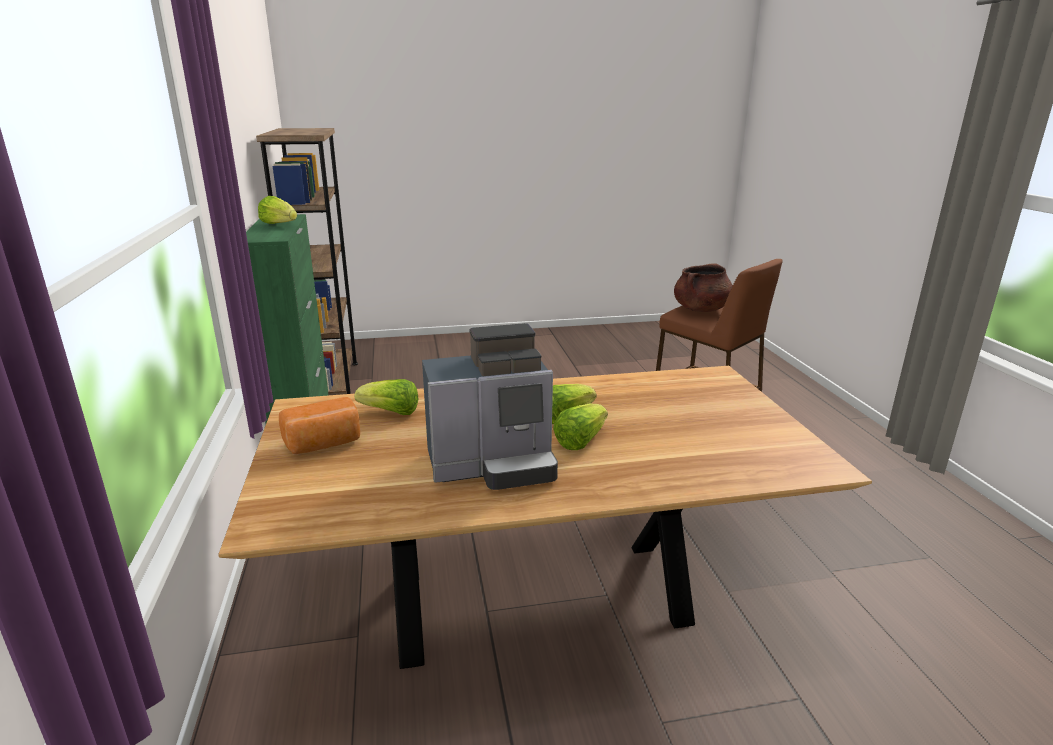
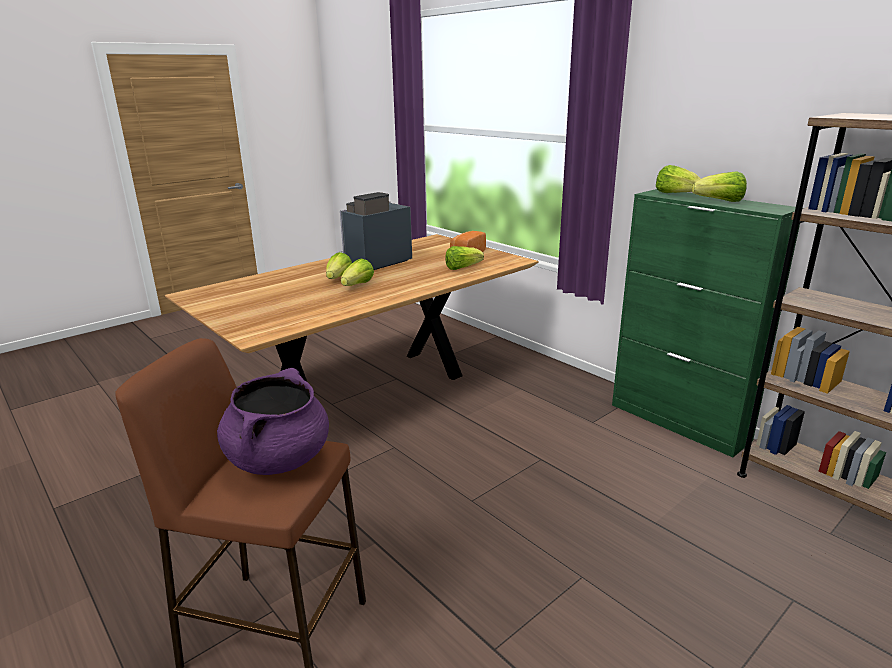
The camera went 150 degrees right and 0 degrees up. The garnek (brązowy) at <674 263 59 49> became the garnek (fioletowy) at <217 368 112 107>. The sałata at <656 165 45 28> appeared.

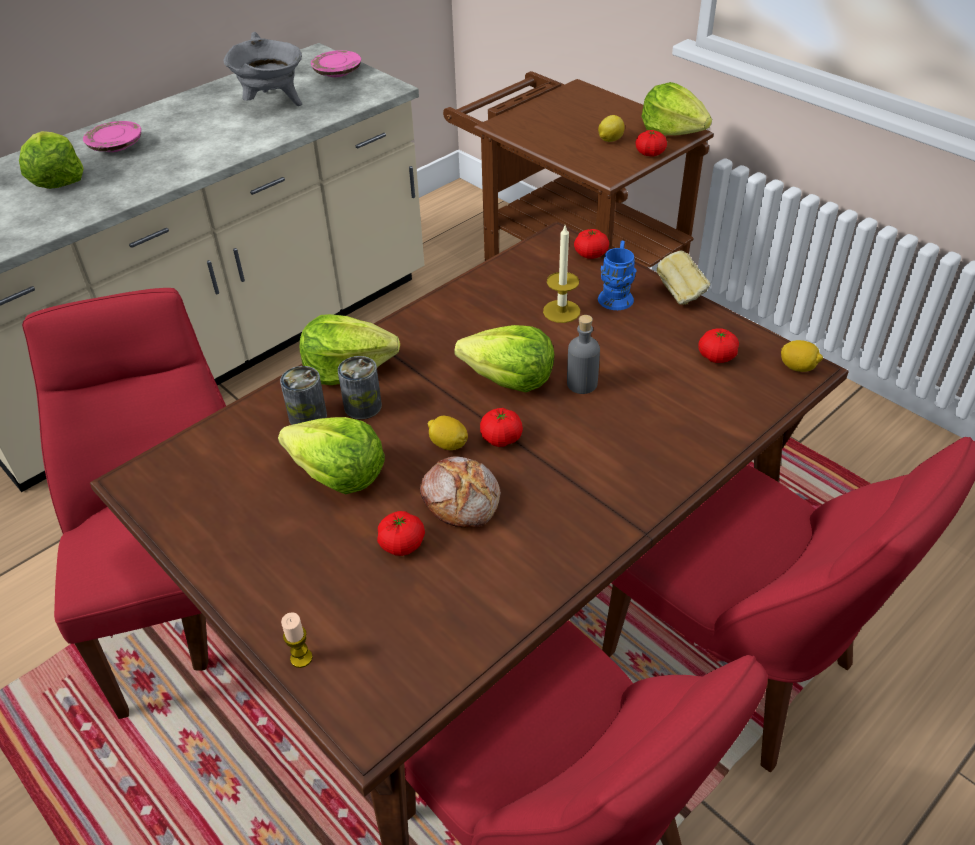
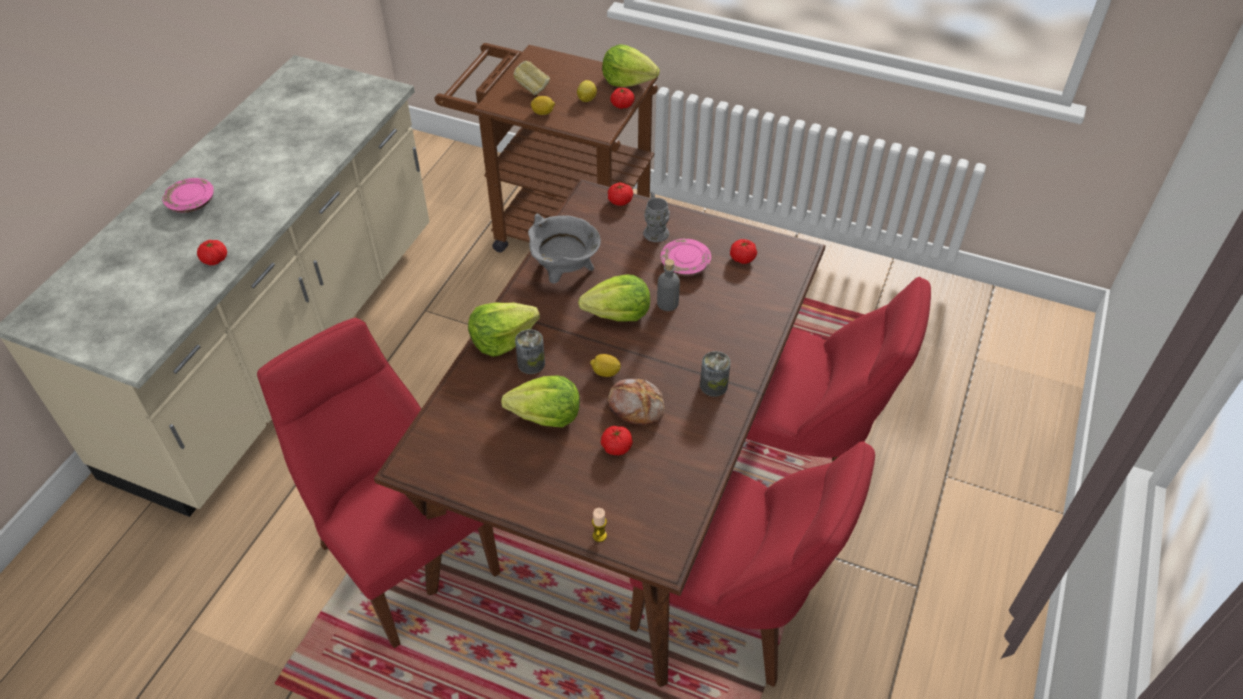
The camera went 25 degrees left and 5 degrees up. The pomidor moved from <480 408 43 39> to <197 240 30 25>. The chleb moved from <657 250 53 55> to <513 61 37 34>. The garnek (szary) moved from <223 32 79 74> to <528 214 73 70>. The cytryna moved from <781 340 42 32> to <531 96 24 19>. The kubek (niebieski) at <598 240 38 70> became the kubek (szary) at <643 191 27 51>. The talerz (różowy) moved from <311 50 50 27> to <661 239 50 37>. The puszka moved from <280 366 47 59> to <700 351 31 46>. The sałata at <19 131 65 58> disappeared. The świeca at <543 226 37 97> disappeared.

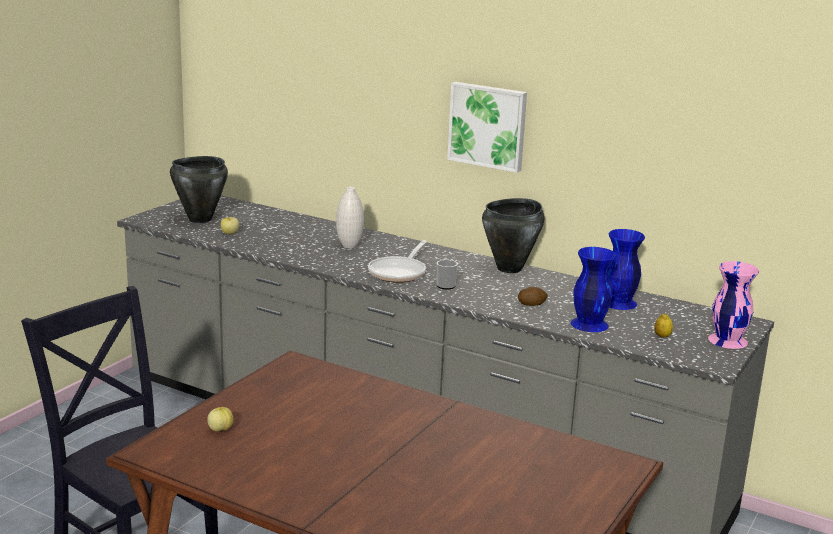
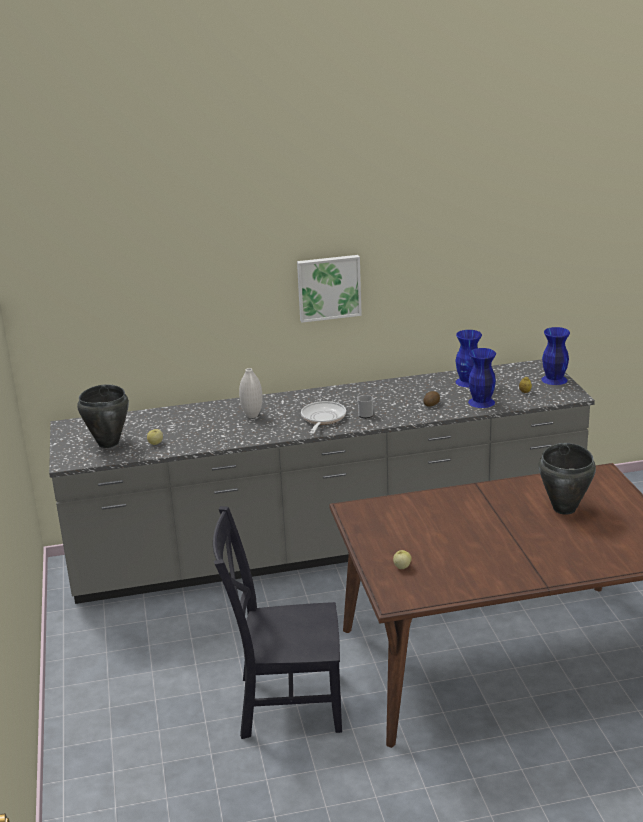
The camera went 40 degrees left and 5 degrees up. The patelnia at <368 240 59 43> turned 150 degrees counterclockwise. The garnek (czarny) moved from <482 198 62 75> to <539 443 57 72>. The wazon (różowy) at <708 261 51 88> became the wazon (niebieski) at <541 327 29 58>.

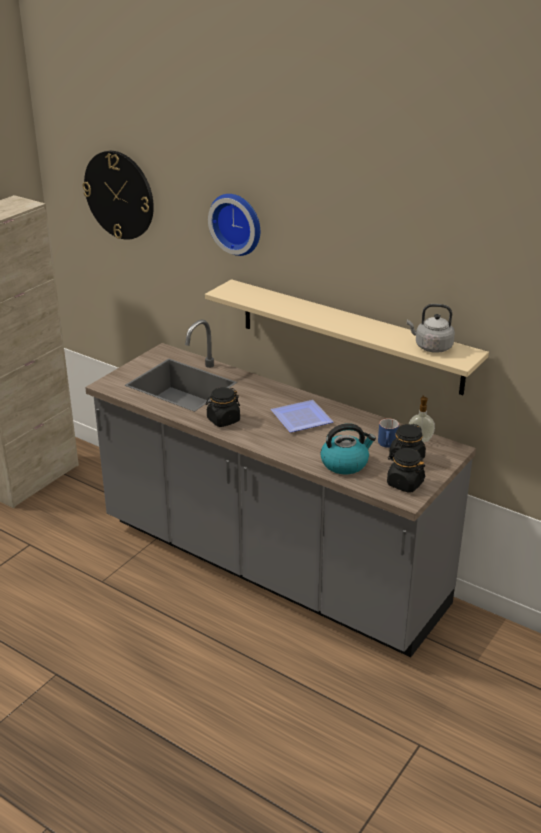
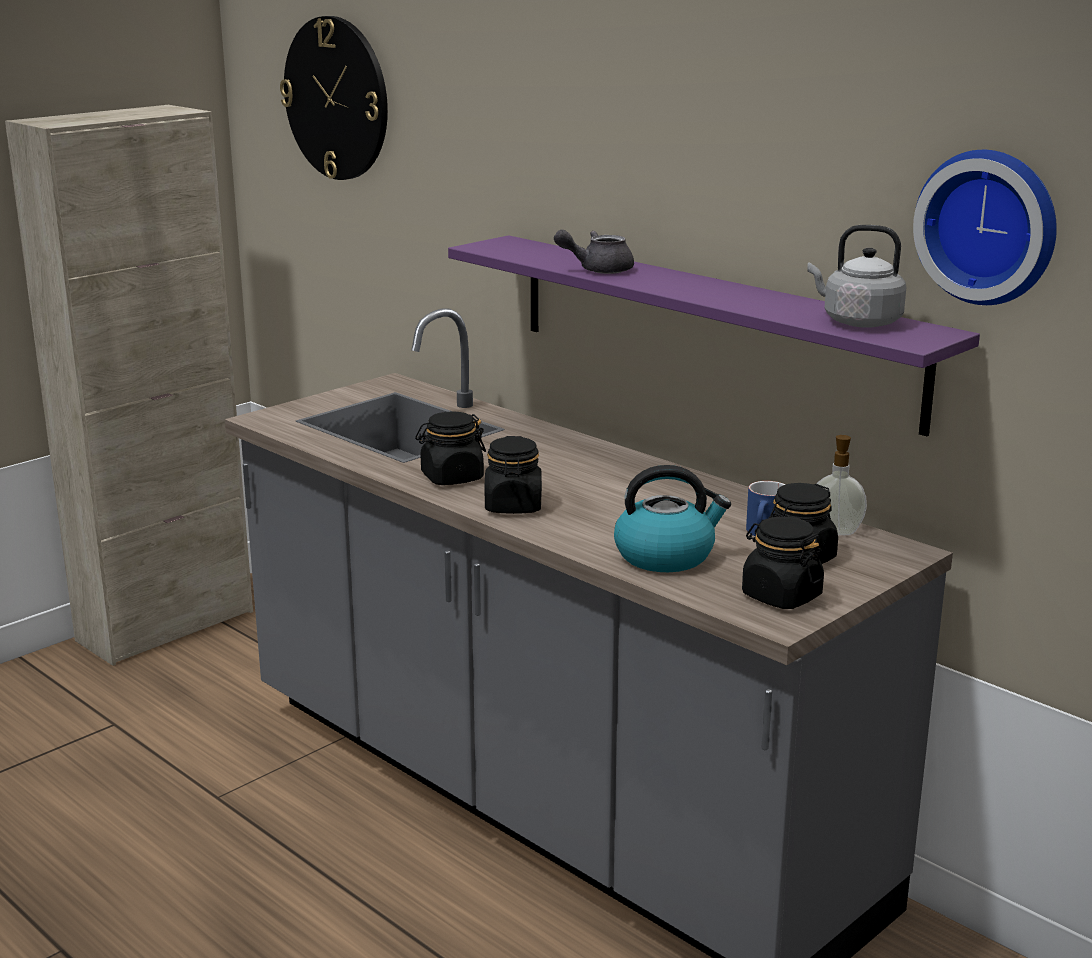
The camera went 10 degrees right and 10 degrees down. The półka (beżowy) at <205 279 284 116> became the półka (fioletowy) at <448 235 532 201>. The słoik (czarny) at <485 436 57 78> appeared. The imbryk (szary) at <554 229 80 45> appeared. The zegar ścienny moved from <208 194 52 62> to <913 150 144 155>. The talerz at <271 400 62 33> disappeared.

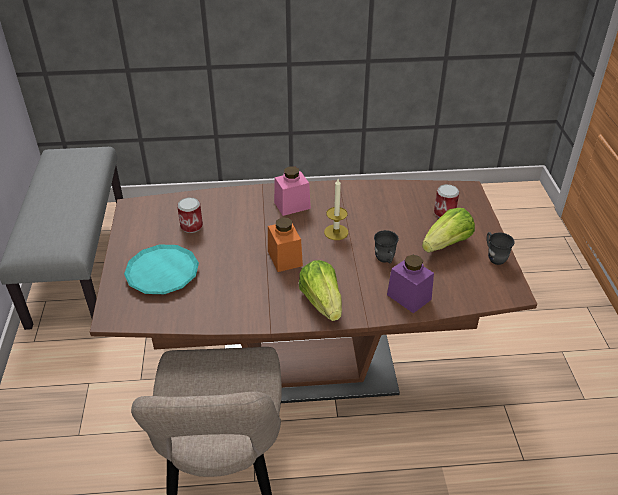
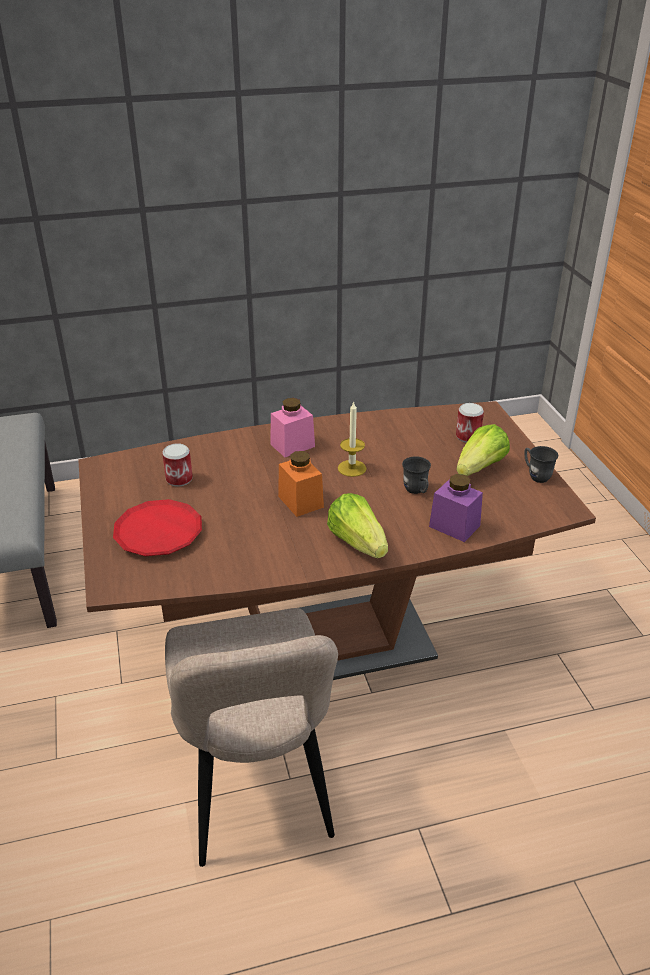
The camera went 10 degrees left and 5 degrees down. The talerz (turkusowy) at <124 245 75 49> became the talerz (czerwony) at <113 499 89 57>.

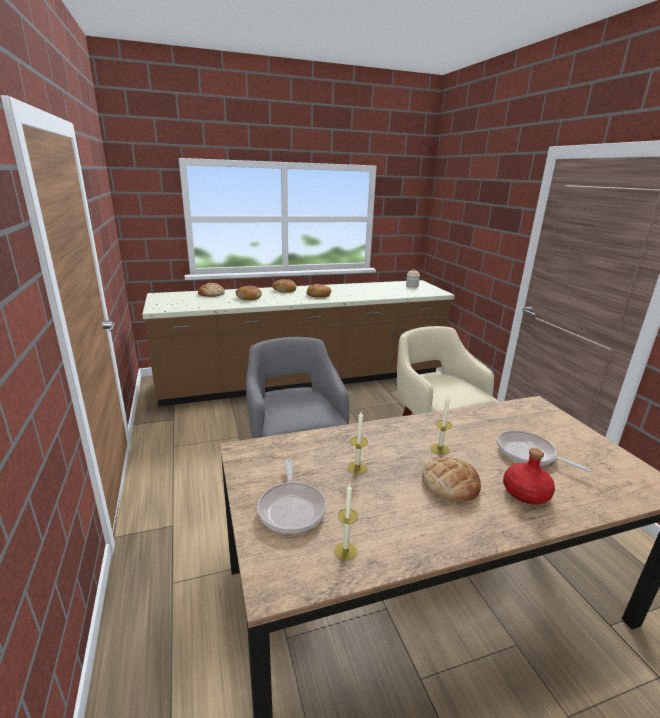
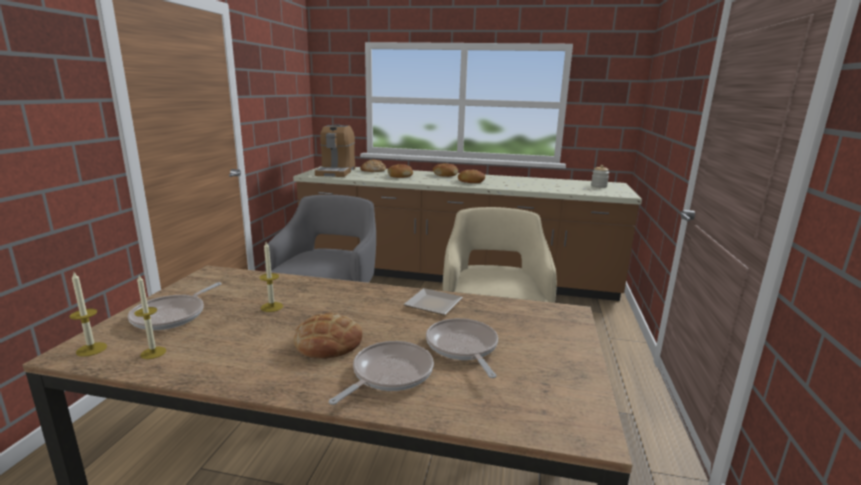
The camera went 30 degrees right and 5 degrees down. The świeca moved from <431 395 21 60> to <70 272 37 85>. The ekspres do kawy at <315 124 40 53> appeared. The butelka (czerwony) at <503 448 52 57> was replaced by the patelnia at <329 341 105 64>. The talerz at <403 288 60 27> appeared.

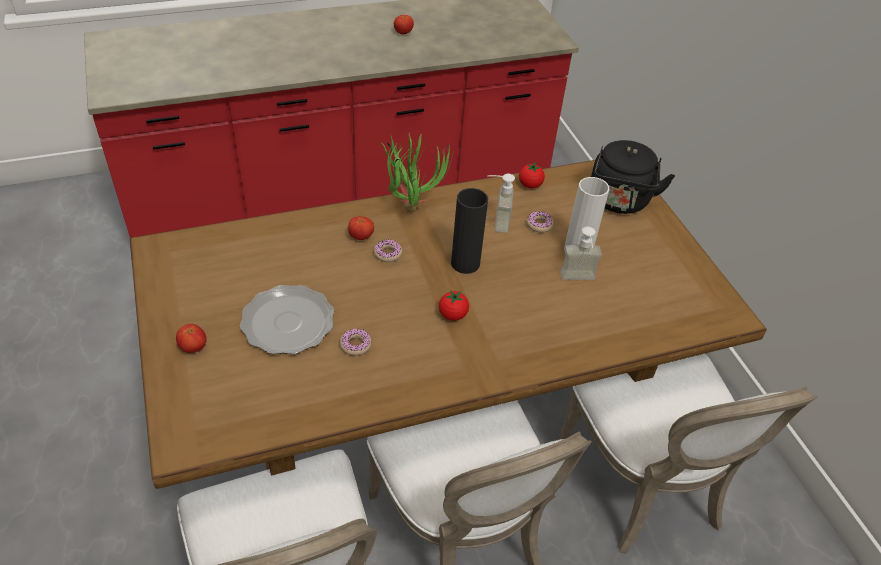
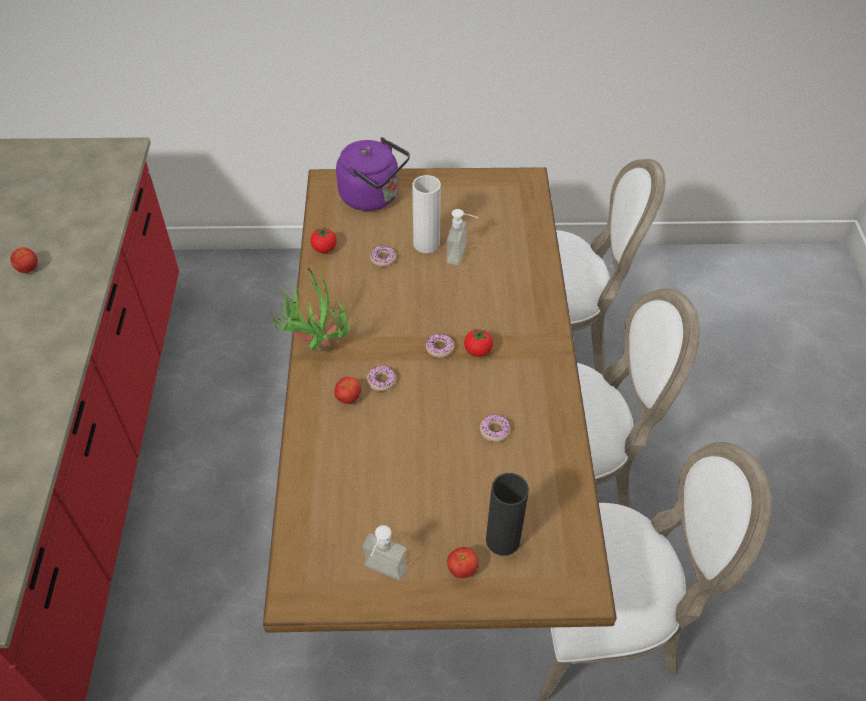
The camera went 70 degrees left and 5 degrees up. The czajnik (czarny) at <591 140 84 74> became the czajnik (fioletowy) at <336 137 74 74>. The dozownik mydła moved from <487 174 28 59> to <363 525 44 55>. The donut at <426 334 28 24> appeared. The wazon (czarny) moved from <451 188 37 86> to <486 473 43 83>. The talerz at <240 285 94 69> disappeared.

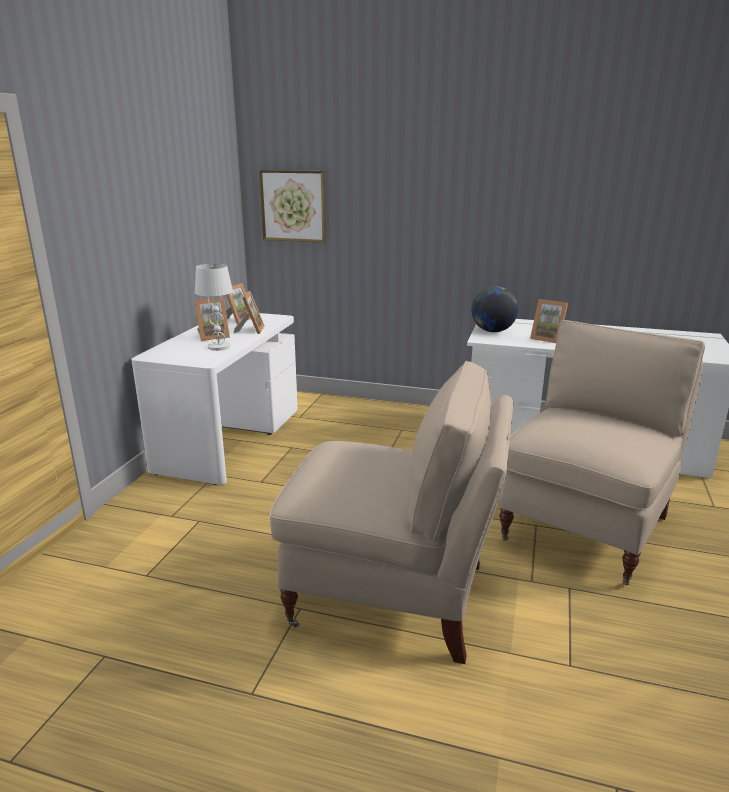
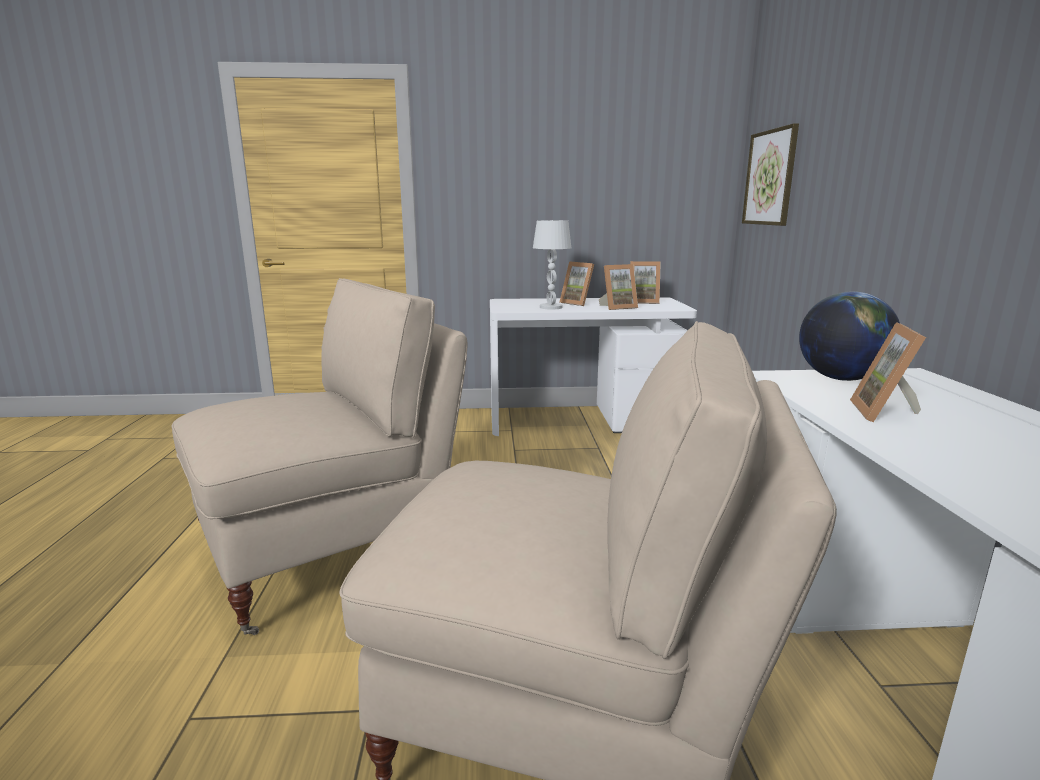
The camera went 70 degrees right and 5 degrees down. The krzesło (beżowy) at <269 361 244 303> turned 120 degrees counterclockwise.

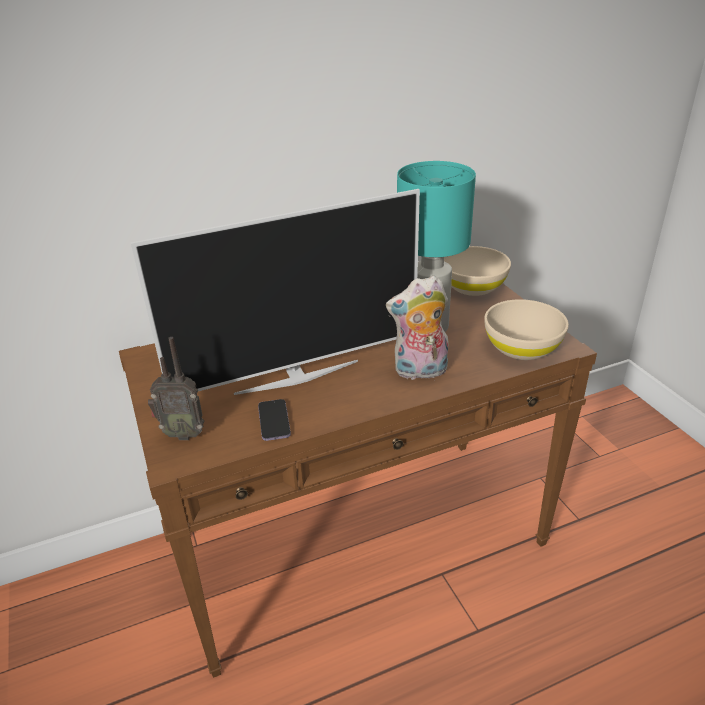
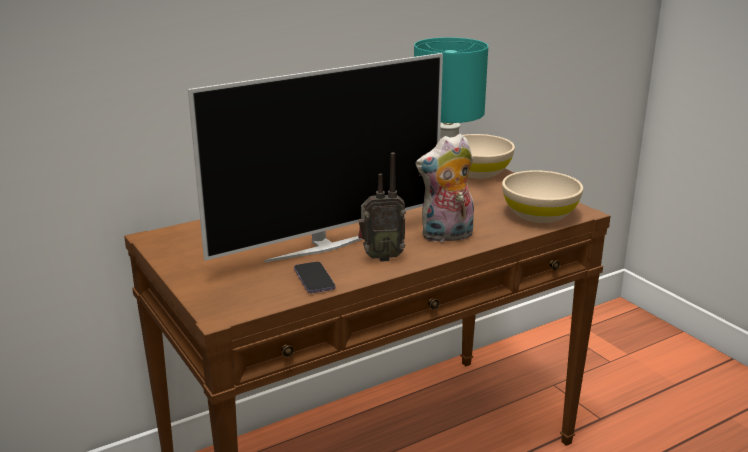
The camera went 10 degrees left and 10 degrees down. The radio moved from <148 337 57 103> to <358 153 48 109>.

